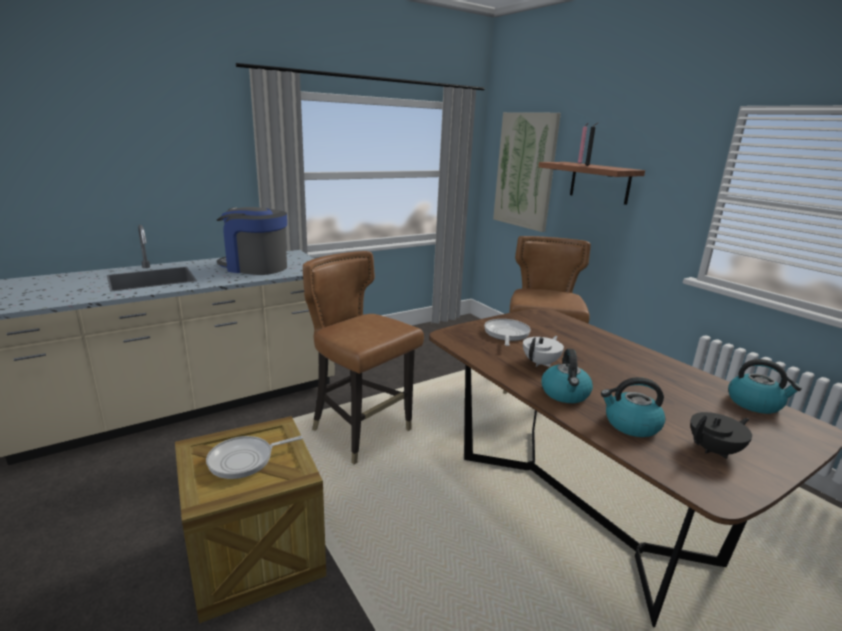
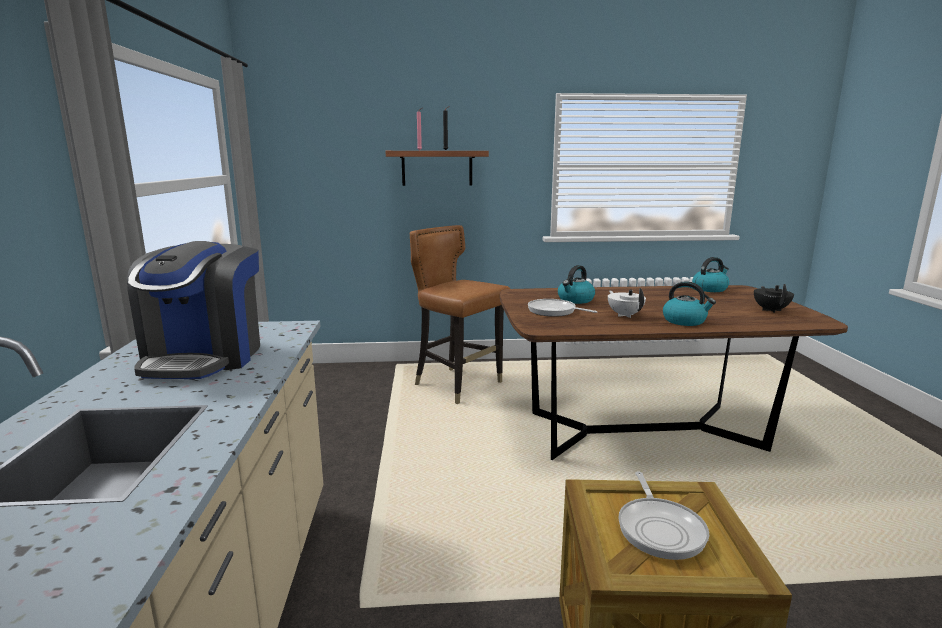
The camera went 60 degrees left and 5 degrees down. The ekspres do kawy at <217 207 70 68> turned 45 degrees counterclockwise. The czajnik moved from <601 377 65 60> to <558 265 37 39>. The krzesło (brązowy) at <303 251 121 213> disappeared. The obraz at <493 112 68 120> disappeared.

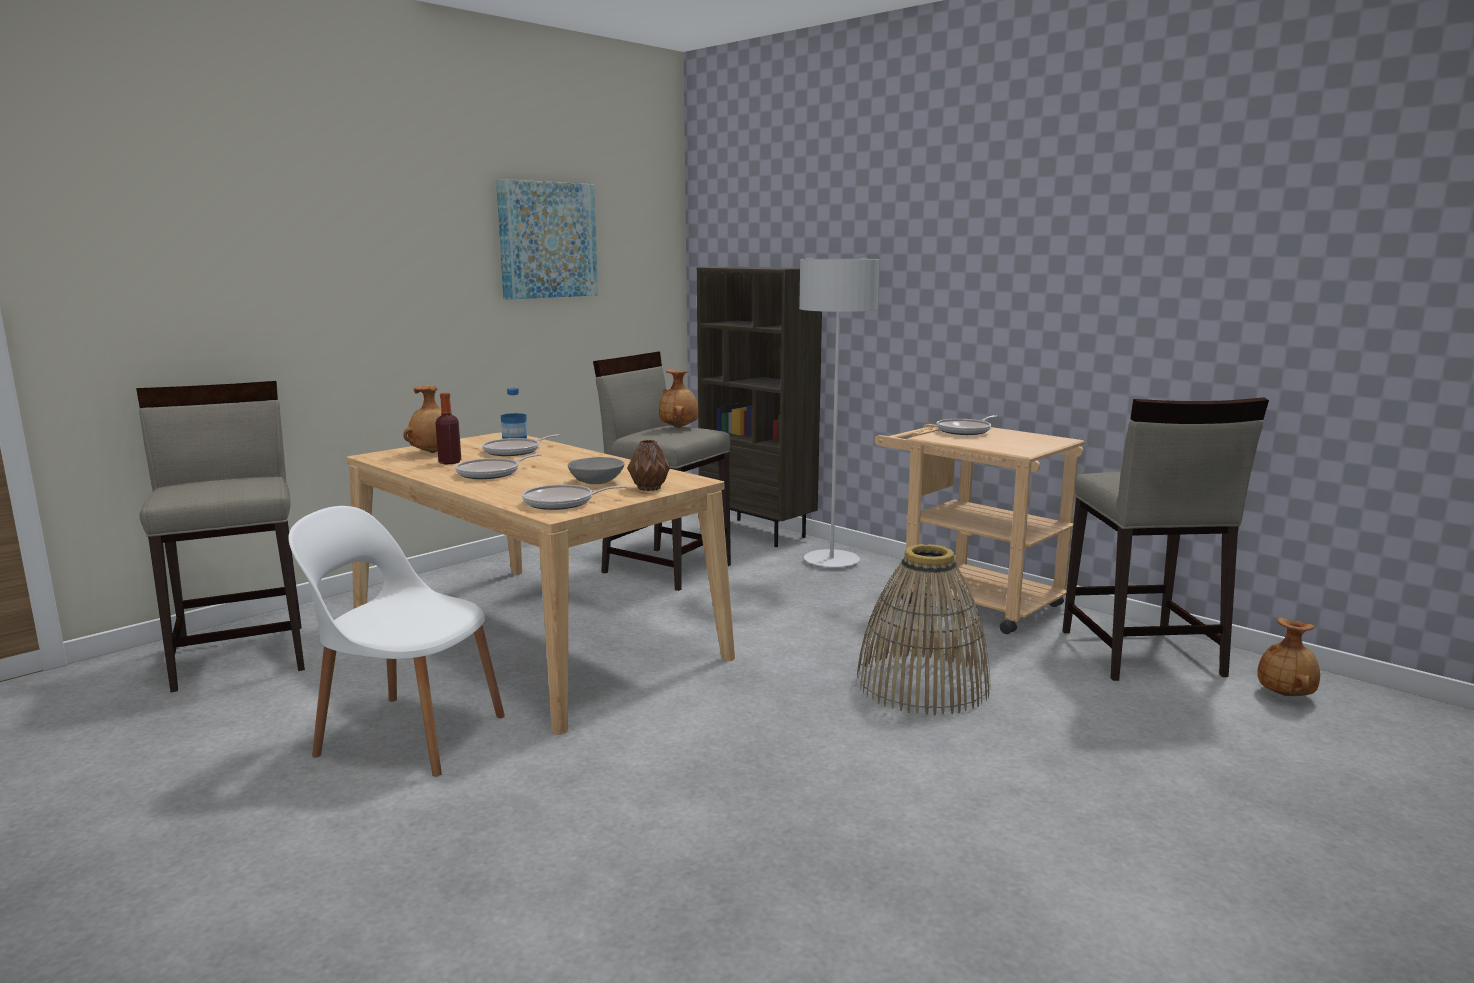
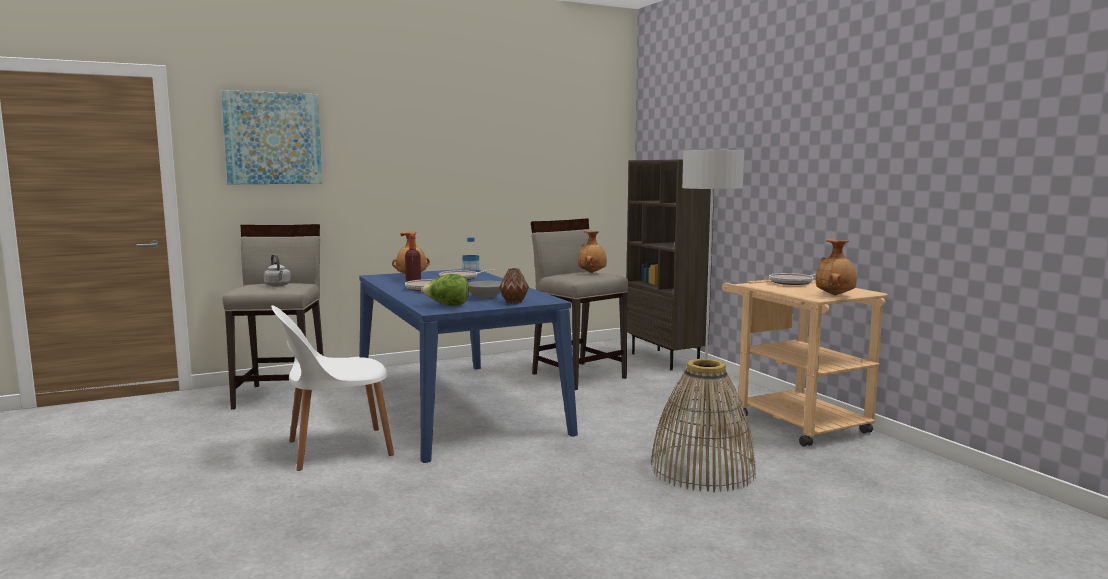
The camera went 20 degrees right and 5 degrees down. The obraz moved from <496 179 102 121> to <221 90 101 94>. The czajnik (szary) at <264 254 27 33> appeared. The krzesło (biały) at <288 506 217 271> turned 60 degrees counterclockwise. The stół jadalny (beżowy) at <346 432 389 303> became the stół jadalny (niebieski) at <359 269 219 194>. The patelnia at <522 484 105 26> was replaced by the sałata at <421 274 48 32>. The wazon (brązowy) moved from <1257 618 63 78> to <816 239 41 56>. The stołek (beżowy) at <1062 397 207 284> disappeared.

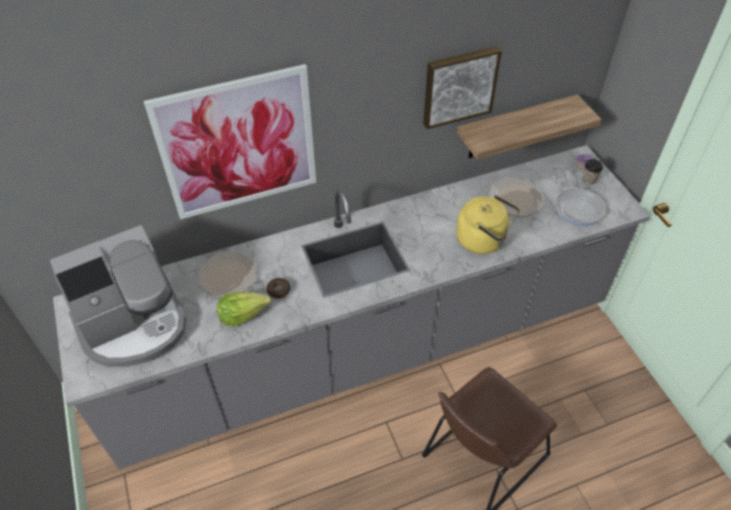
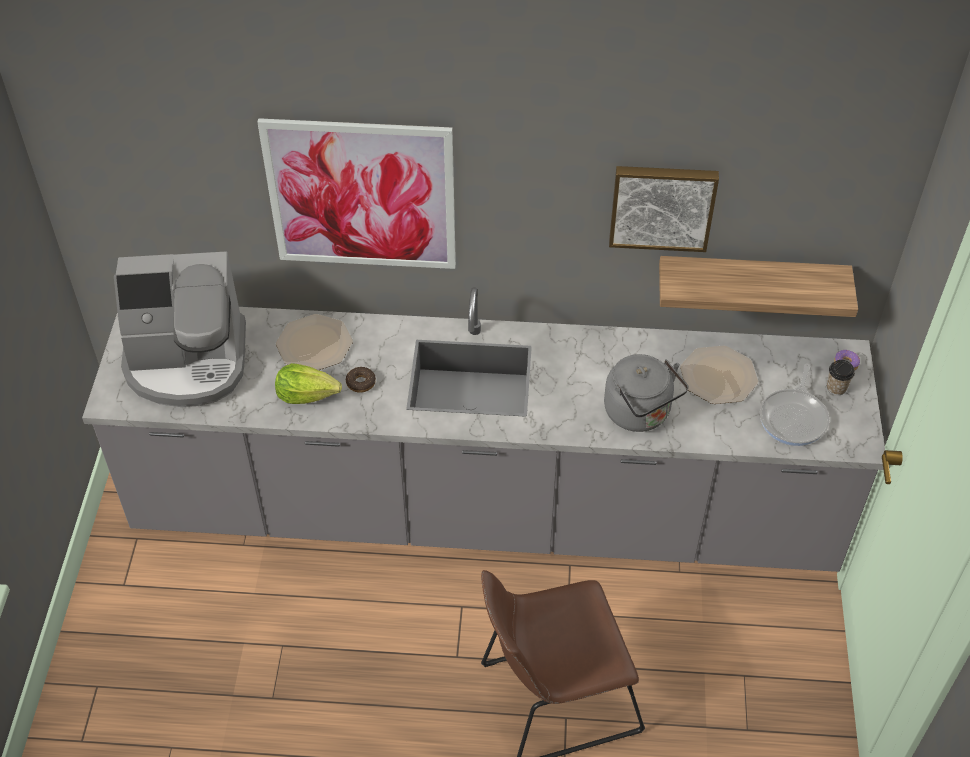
The camera went 25 degrees right and 0 degrees up. The czajnik (żółty) at <456 195 64 59> became the czajnik (szary) at <604 354 84 78>.

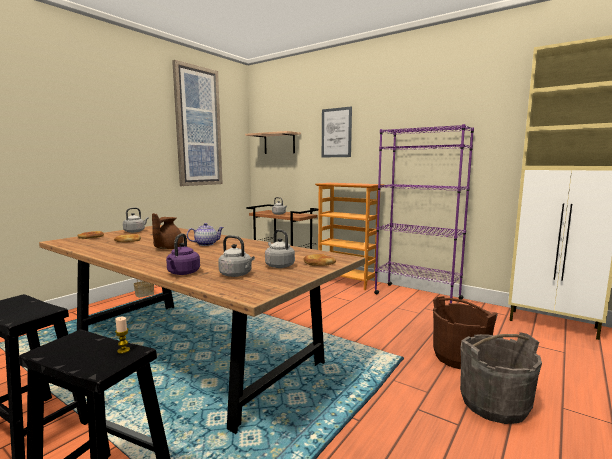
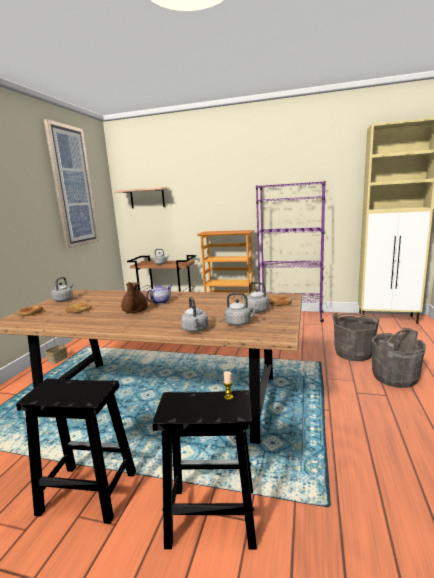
The camera went 20 degrees left and 5 degrees up. The czajnik (fioletowy) at <166 233 34 42> became the czajnik (szary) at <181 297 27 35>. The wiadro (brązowy) at <433 296 65 73> became the wiadro (szary) at <332 313 47 48>. The obraz at <322 106 30 51> disappeared.

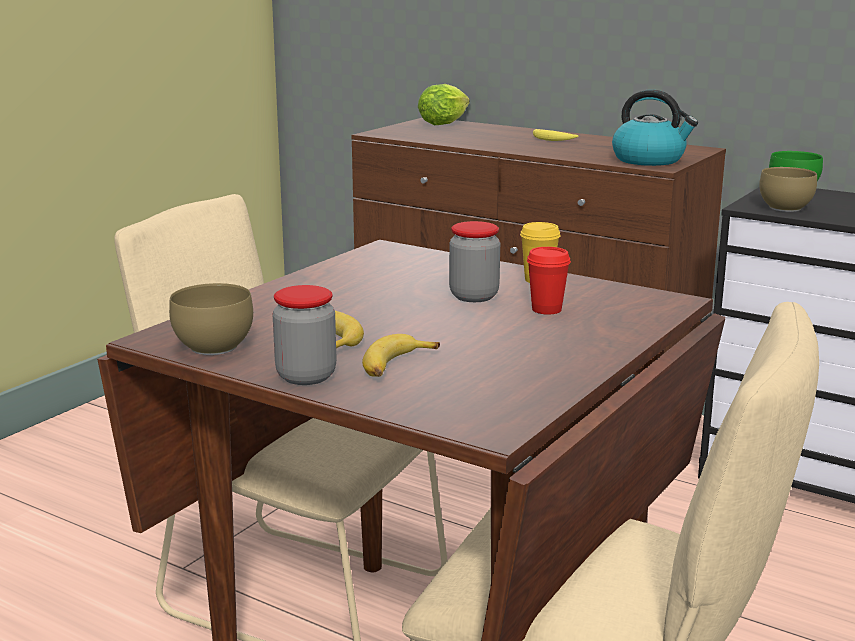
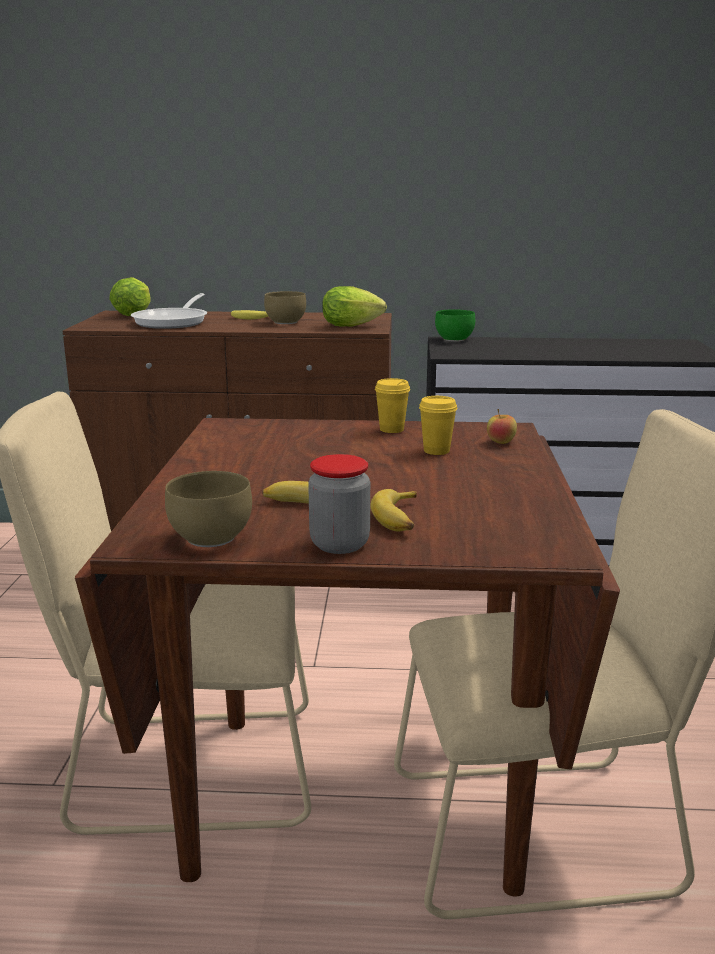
The camera went 30 degrees left and 0 degrees up. The patelnia at <131 293 76 36> appeared. The miska (brązowy) moved from <759 167 58 45> to <264 291 42 33>. The czajnik at <612 90 86 76> was replaced by the sałata at <322 286 65 41>. The filiżanka (czerwony) at <527 247 44 68> became the filiżanka (żółty) at <419 396 38 59>. The jabłko at <487 409 30 35> appeared. The słoik at <449 221 51 81> disappeared.

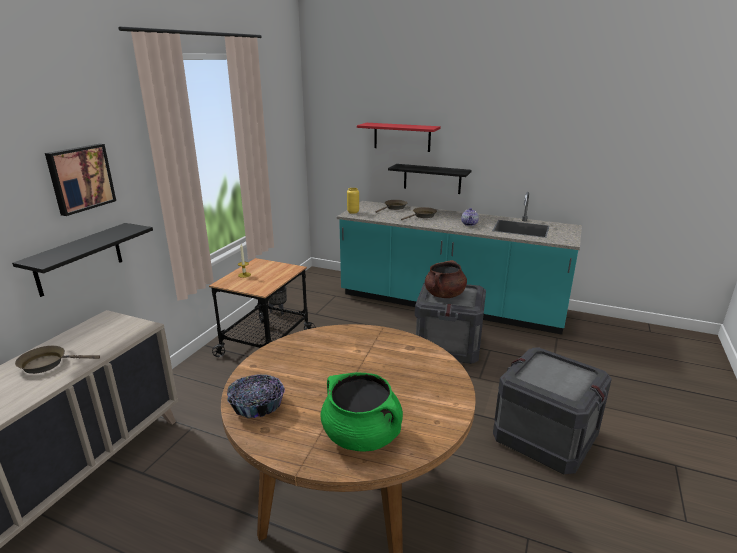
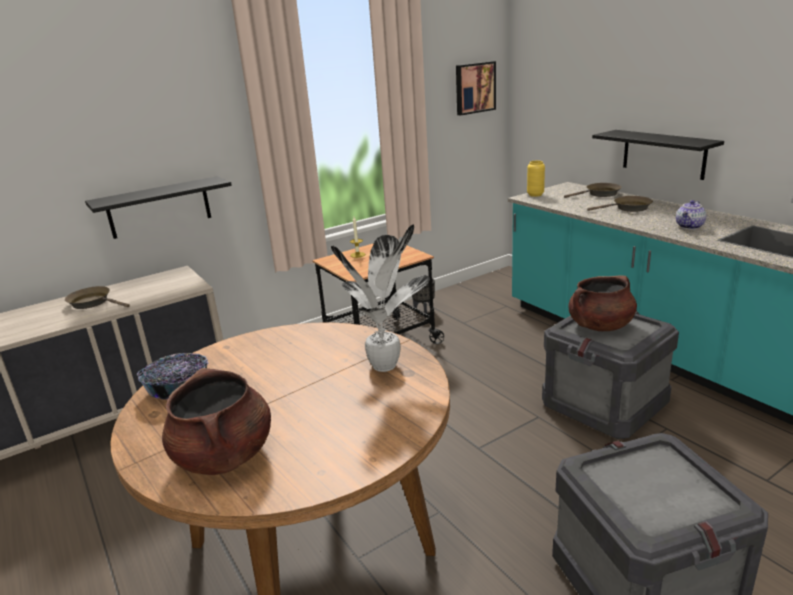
The camera went 35 degrees right and 0 degrees up. The garnek (zielony) at <320 372 83 79> became the garnek (brązowy) at <162 368 109 107>. The roślina doniczkowa at <331 225 98 147> appeared. The obraz moved from <45 144 71 72> to <456 61 40 54>. The półka (czerwony) at <357 123 84 29> disappeared.

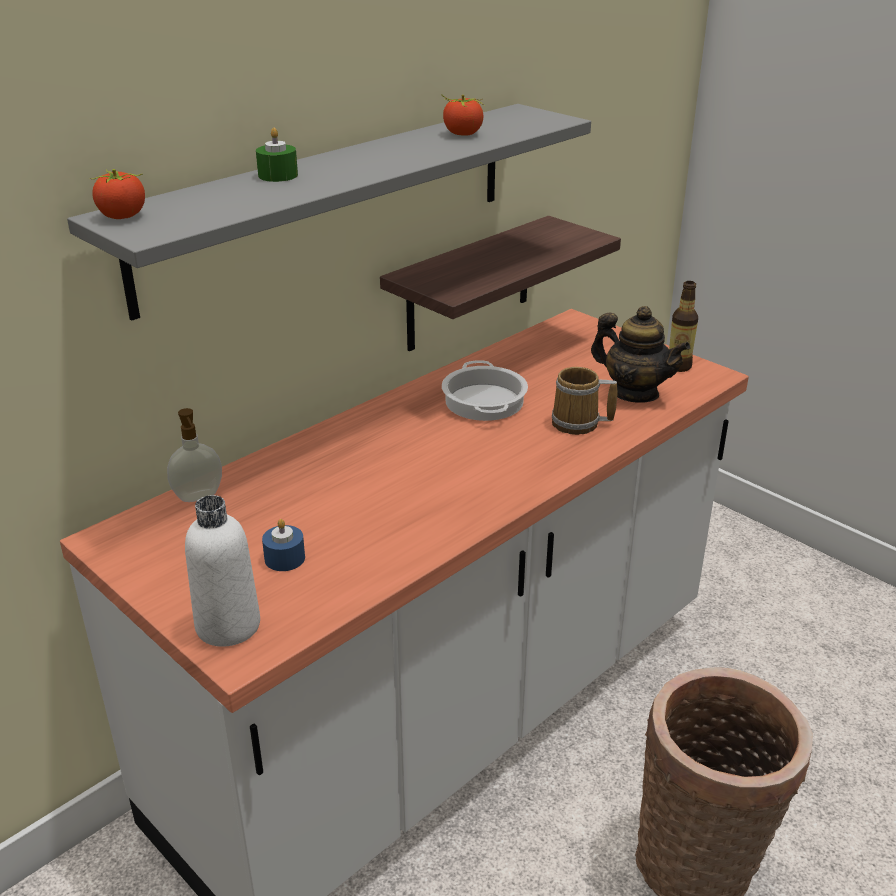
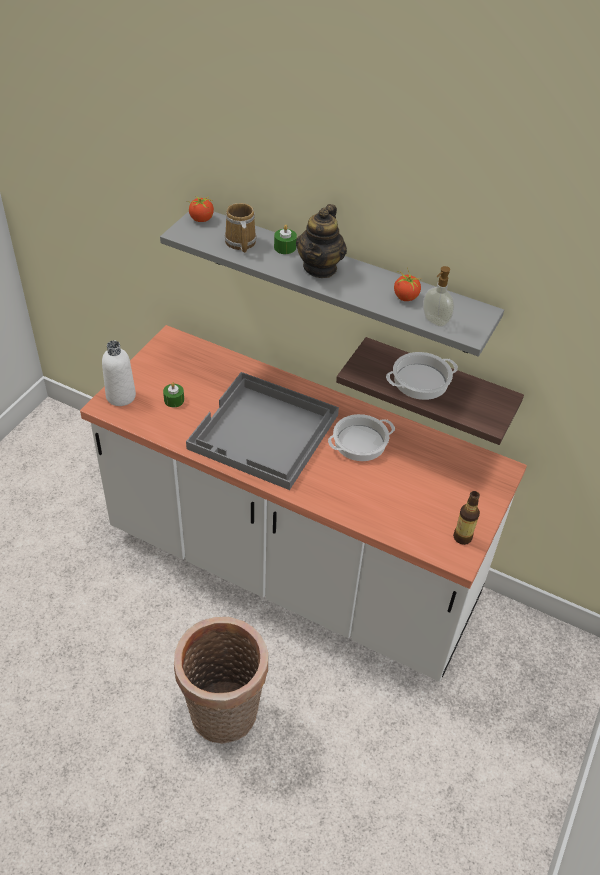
The camera went 70 degrees right and 15 degrees up. The świeca (niebieski) at <262 519 43 52> became the świeca (zielony) at <163 382 21 25>. The taca (szary) at <186 372 153 118> appeared. The kubek moved from <552 367 65 68> to <224 203 32 50>. The imbryk moved from <591 306 100 97> to <296 204 51 74>. The garnek at <386 352 72 48> appeared. The dozownik mydła moved from <167 408 55 94> to <423 266 31 61>.

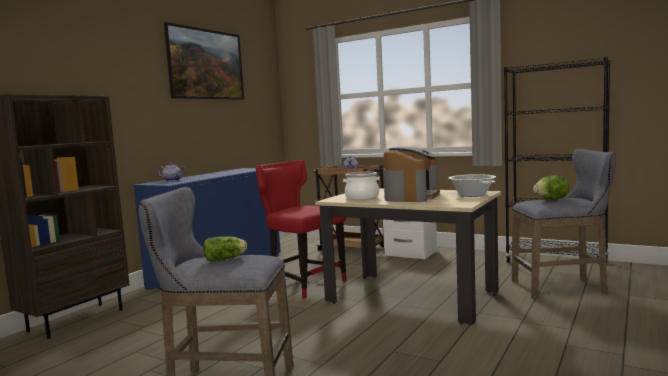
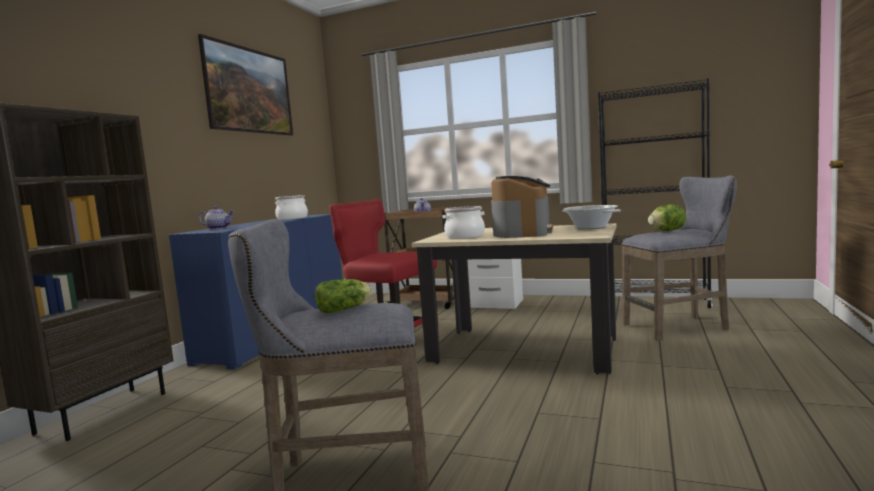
The camera went 10 degrees left and 0 degrees up. The garnek at <275 195 33 25> appeared.

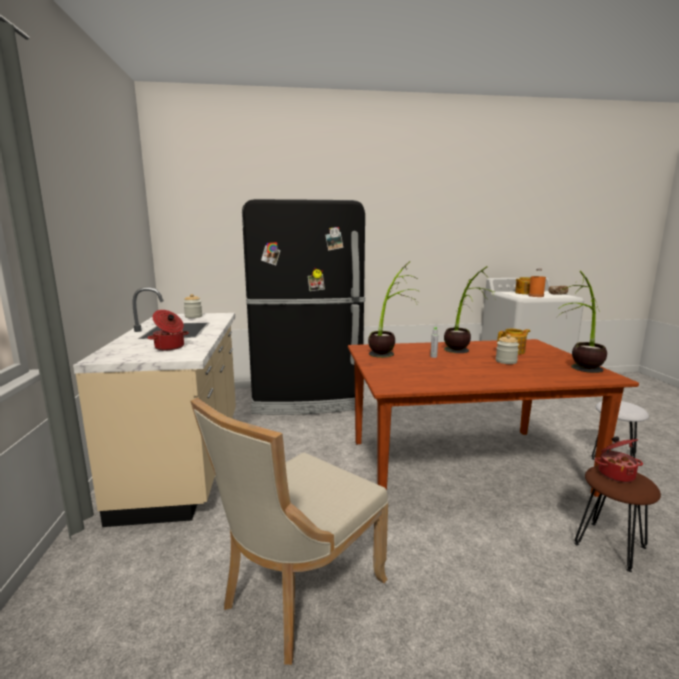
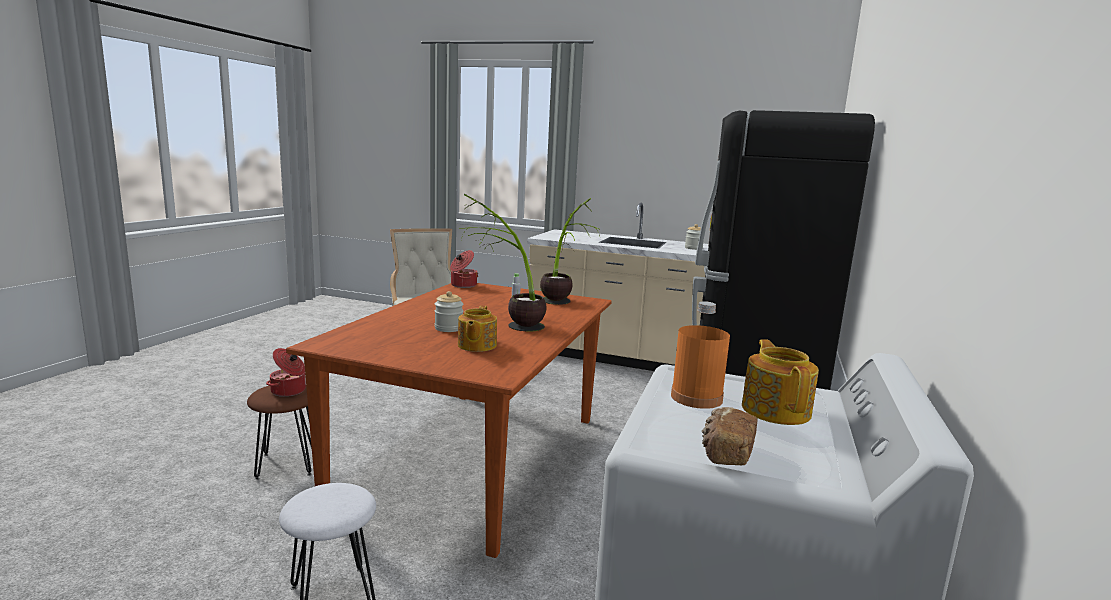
The camera went 115 degrees right and 0 degrees up. The garnek moved from <147 310 42 40> to <450 250 28 38>. The roślina doniczkowa at <555 271 52 102> disappeared.

